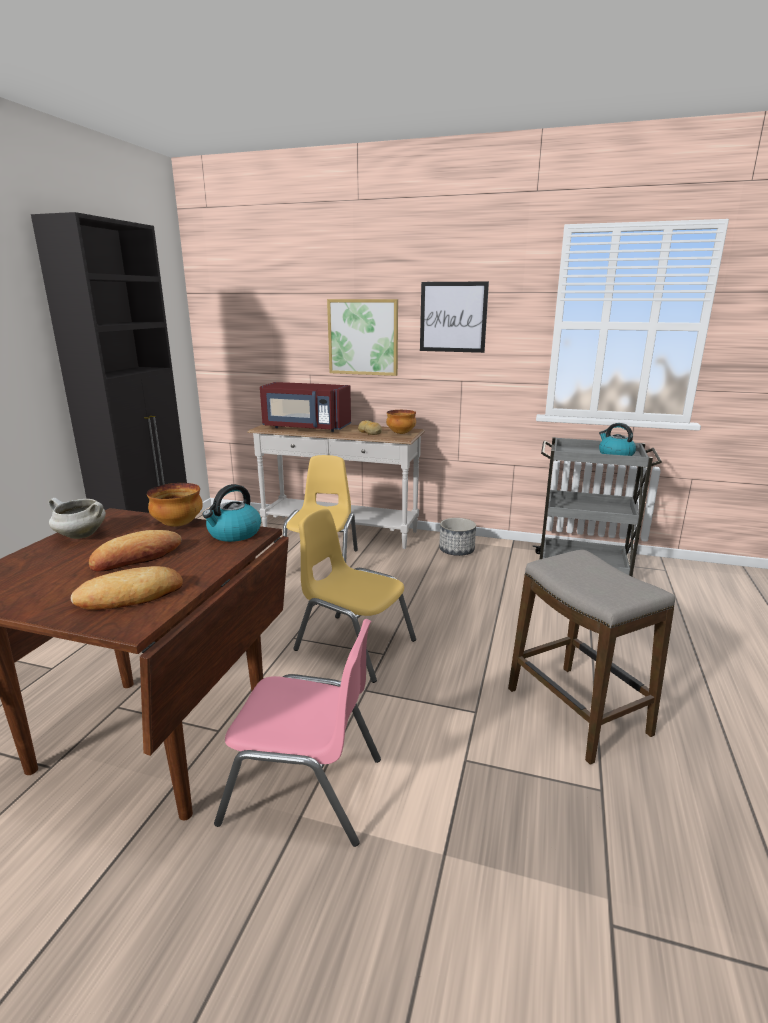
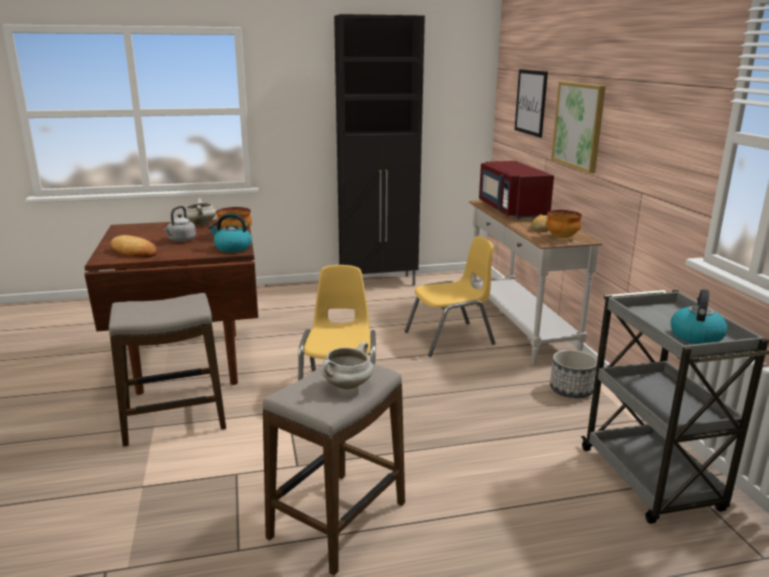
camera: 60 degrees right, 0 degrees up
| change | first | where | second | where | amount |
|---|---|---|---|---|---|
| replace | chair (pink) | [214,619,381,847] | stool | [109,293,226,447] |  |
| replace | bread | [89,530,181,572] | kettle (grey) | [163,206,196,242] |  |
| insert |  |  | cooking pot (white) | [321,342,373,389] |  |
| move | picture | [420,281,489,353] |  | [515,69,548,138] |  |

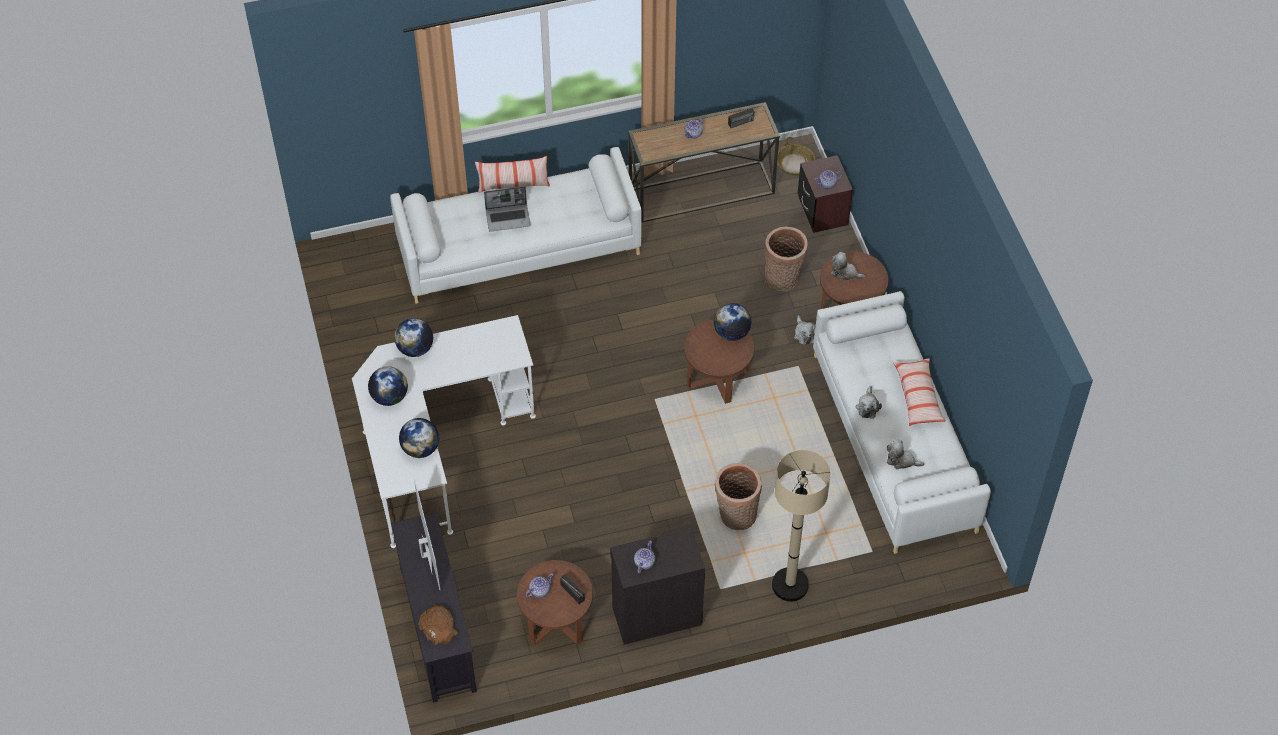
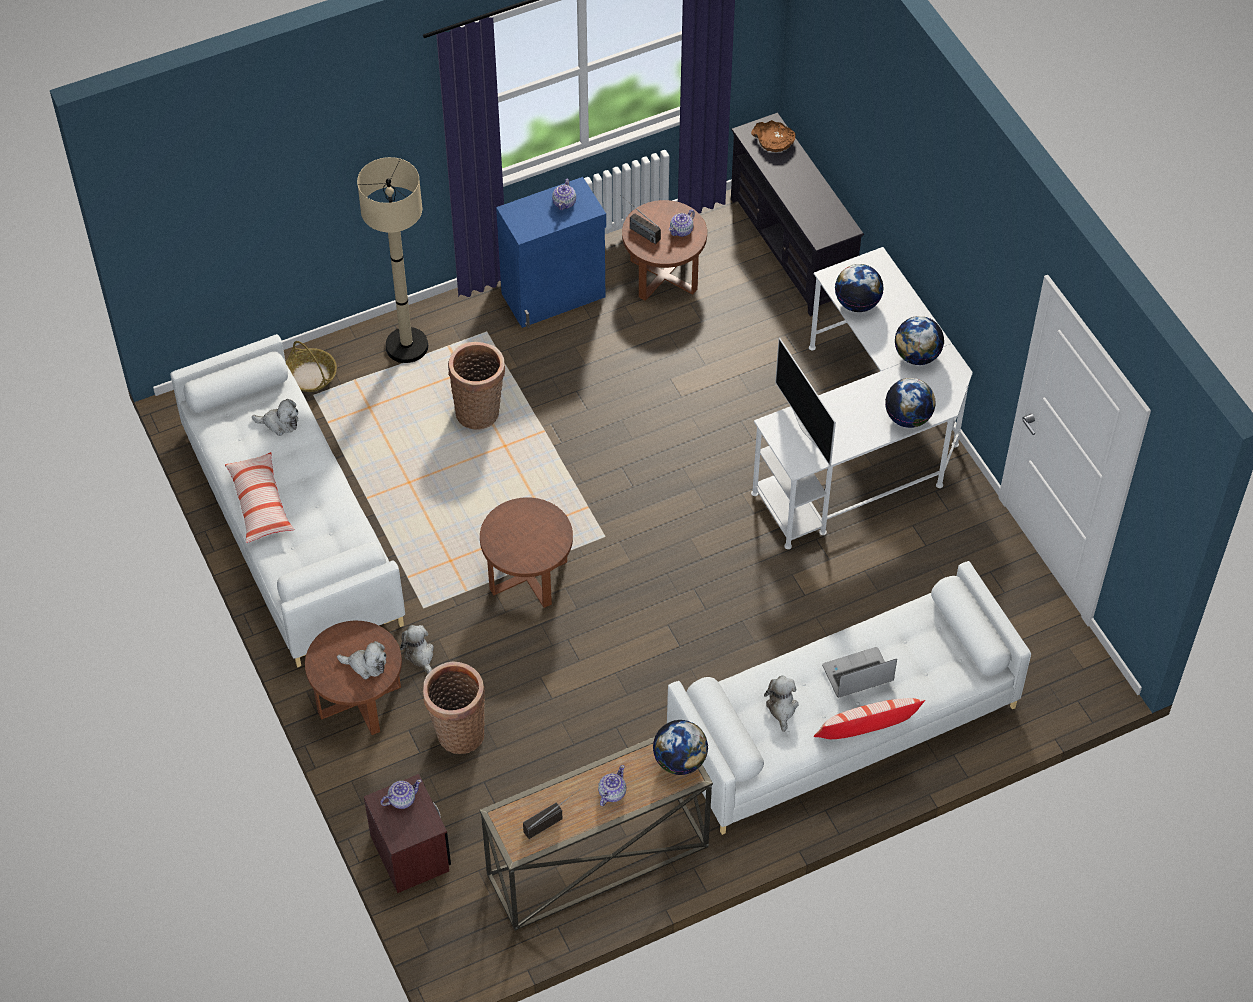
camera: 170 degrees right, 0 degrees up
| change | first | where | second | where | amount |
|---|---|---|---|---|---|
| move | basket | [777,137,815,176] |  | [286,341,337,392] |  |
| recolor | cabinet (black) | [610,528,705,645] | cabinet (blue) | [496,177,606,328] |  |
| move | globe | [714,303,751,341] |  | [653,720,708,775] |  |
| move | plush toy | [855,386,882,419] |  | [764,676,799,732] |  |
| move | television | [414,479,440,590] |  | [775,338,836,466] |  |

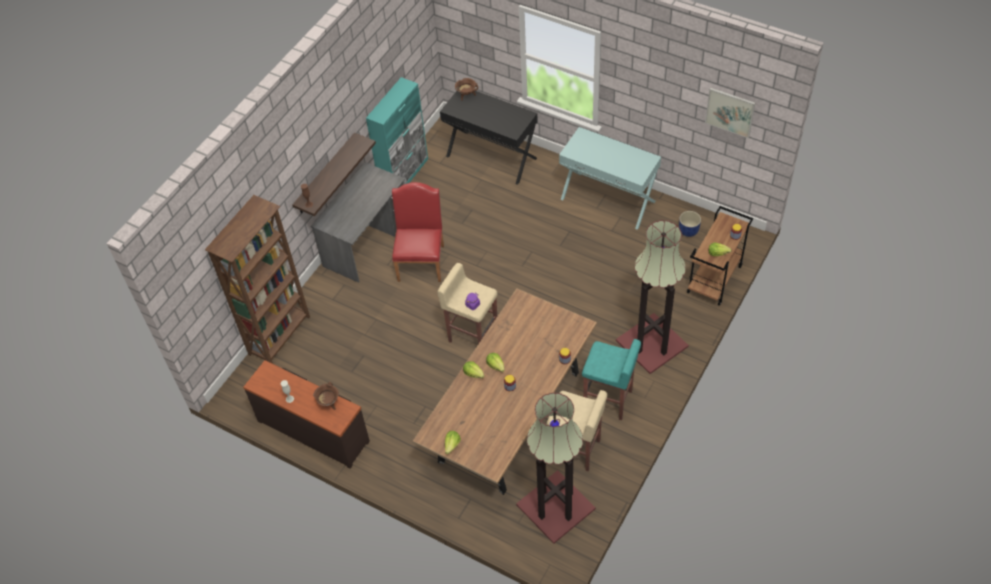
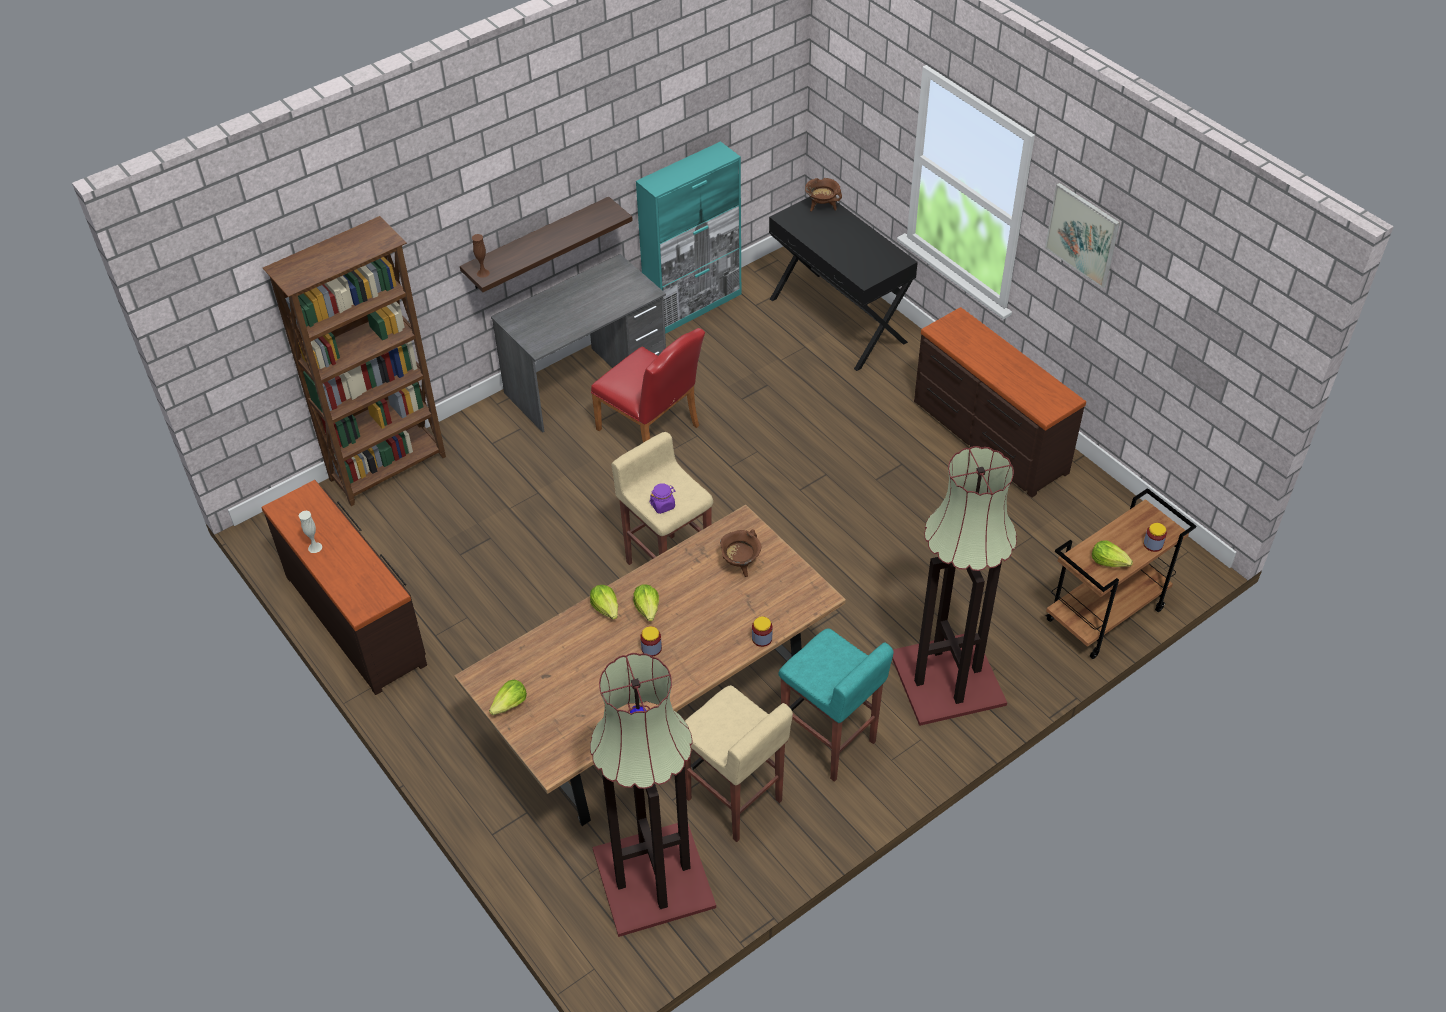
camera: 20 degrees right, 5 degrees down
| change | first | where | second | where | amount |
|---|---|---|---|---|---|
| rotate | chair (red) | [392,182,444,282] |  | [591,328,705,443] | 105 degrees clockwise |
| move | cooking pot (brown) | [313,382,339,410] |  | [720,529,762,577] |  |
| replace | console table (turquoise) | [559,127,661,230] | dresser (brown) | [914,307,1086,498] |  |
| move | picture | [705,88,755,138] |  | [1045,183,1120,288] |  |
| delete | planter (blue) | [679,211,701,237] |  |  |  |

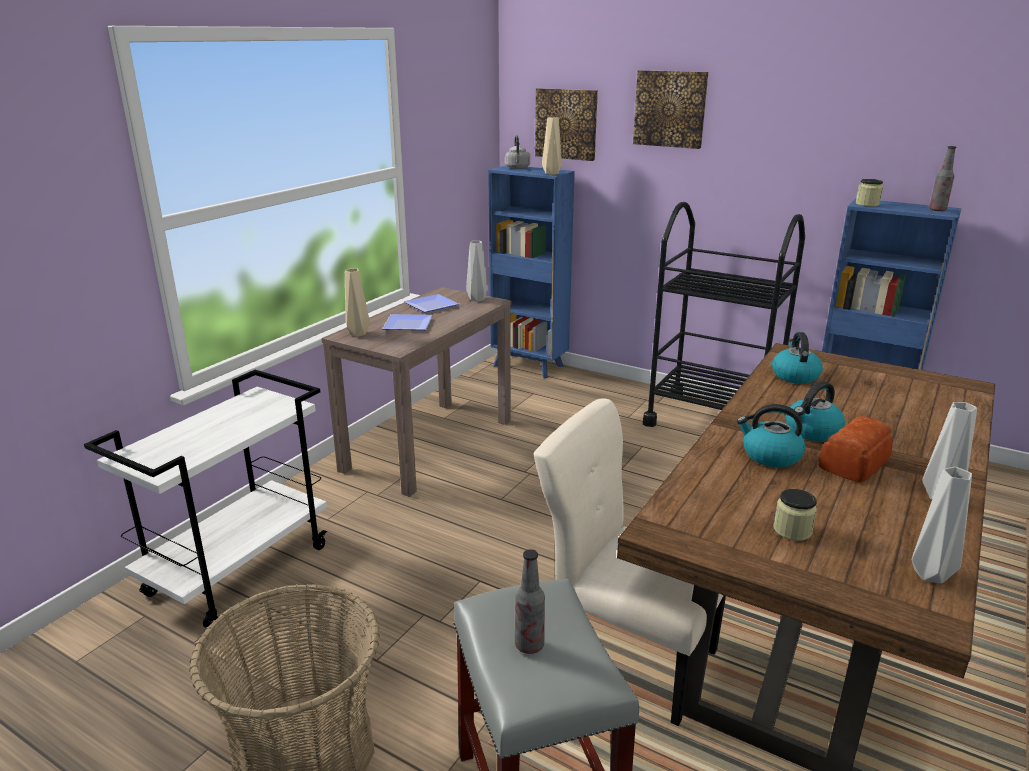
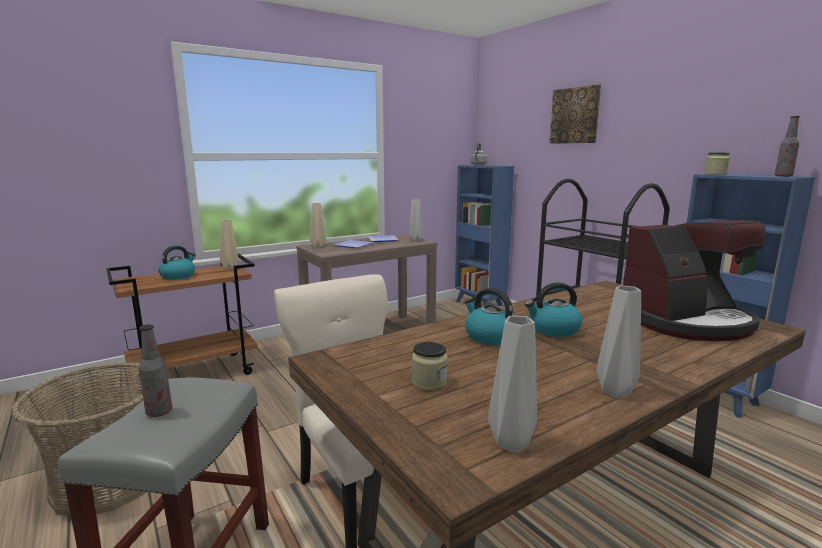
camera: 25 degrees right, 10 degrees down
| change | first | where | second | where | amount |
|---|---|---|---|---|---|
| recolor | cart (white) | [84,370,327,628] | cart (brown) | [106,253,258,377] |  |
| move | kettle | [772,332,823,384] |  | [159,246,195,280] |  |
| move | vase (beige) | [542,117,562,175] |  | [220,220,239,270] |  |
| insert |  |  | coffee machine | [623,220,766,341] |  |
| delete | picture | [535,88,598,161] |  |  |  |
| delete | bread | [819,416,893,482] |  |  |  |

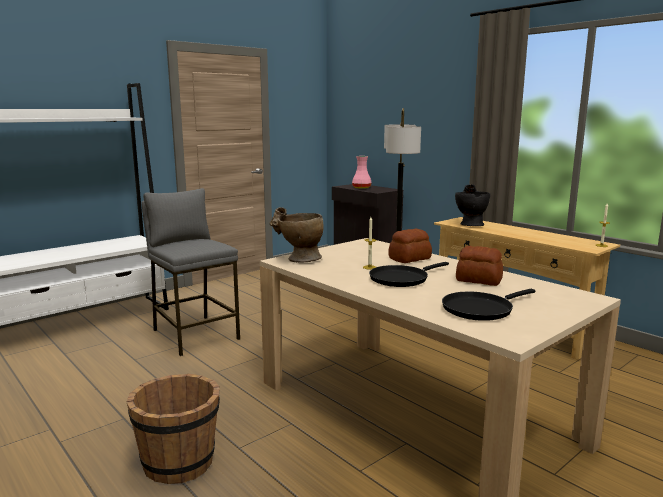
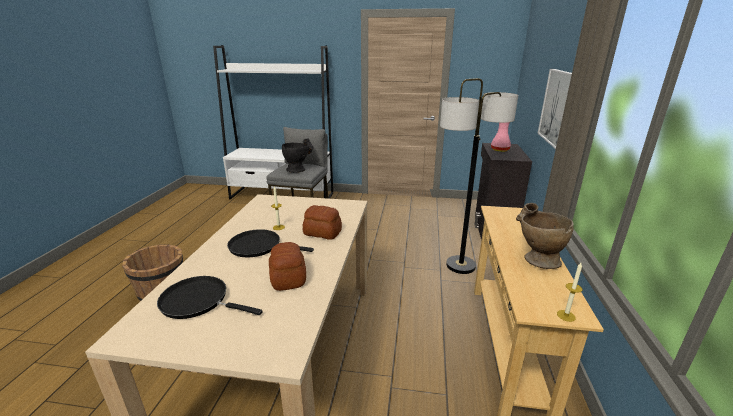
camera: 50 degrees right, 10 degrees up
| change | first | where | second | where | amount |
|---|---|---|---|---|---|
| move | vase (black) | [455,184,490,226] |  | [282,139,314,173] |  |
| move | vase (beige) | [270,207,323,263] |  | [516,203,574,269] |  |
| insert |  |  | picture | [538,69,572,149] |  |

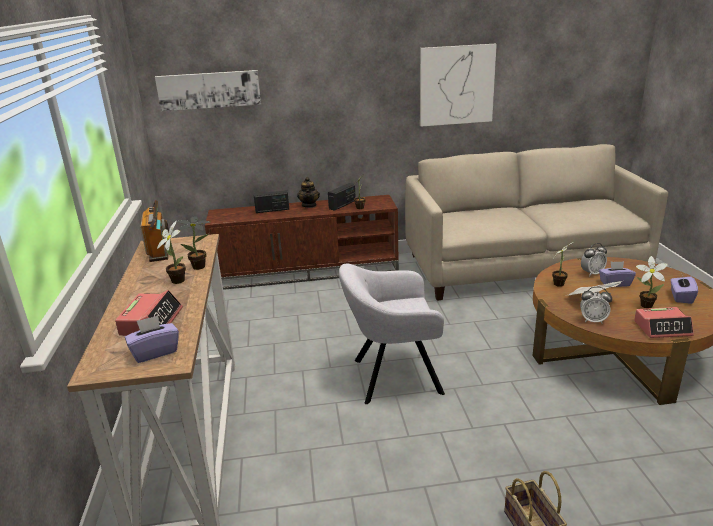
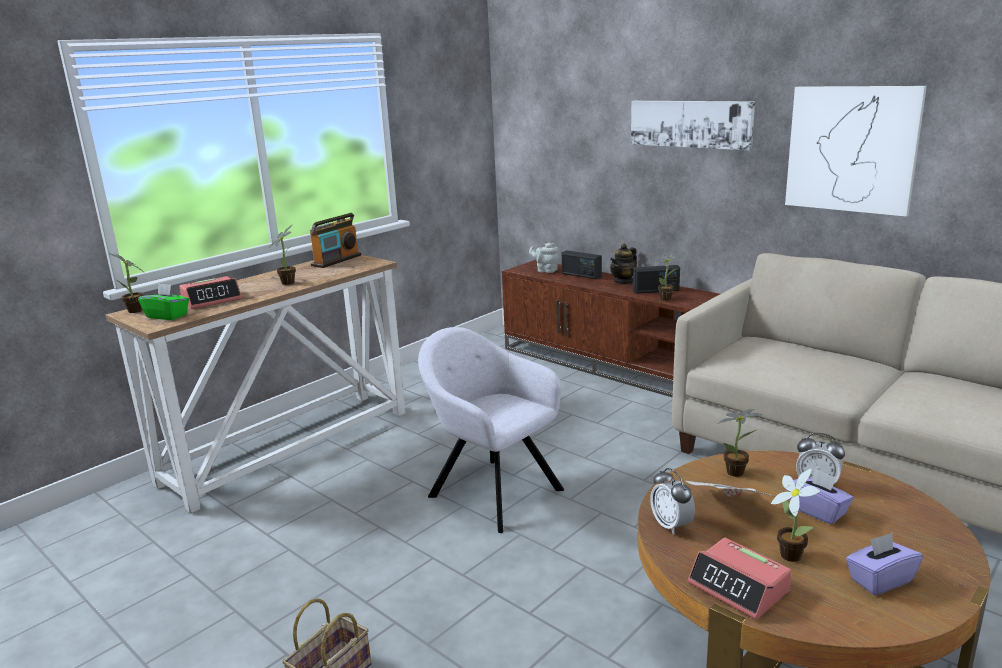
camera: 50 degrees right, 5 degrees down
| change | first | where | second | where | amount |
|---|---|---|---|---|---|
| move | potted plant | [177,216,210,270] |  | [110,254,143,313] |  |
| recolor | tissue box (purple) | [125,315,179,363] | tissue box (green) | [138,283,189,320] |  |
| insert |  |  | teapot (grey) | [529,243,559,273] |  |
| move | picture | [155,70,261,111] |  | [631,101,755,151] |  |

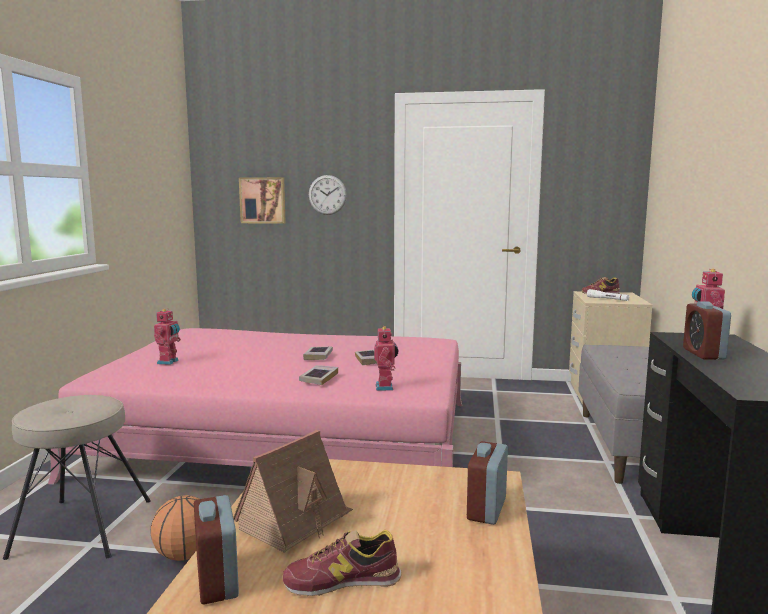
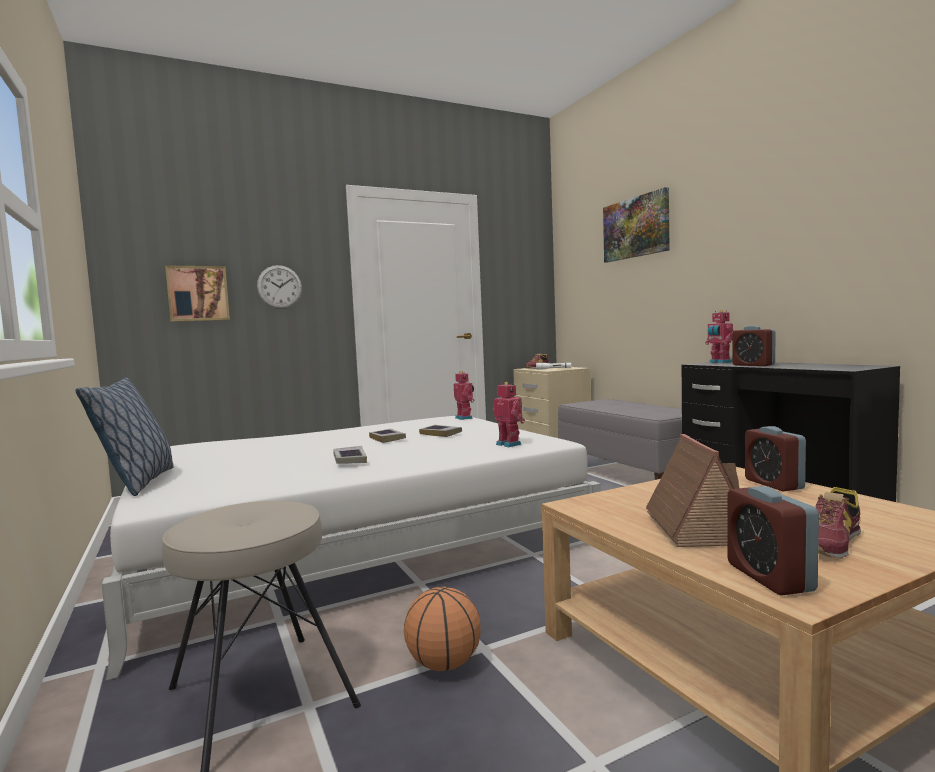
camera: 35 degrees left, 5 degrees down
| change | first | where | second | where | amount |
|---|---|---|---|---|---|
| insert |  |  | pillow | [75,377,174,496] |  |
| recolor | bed (pink) | [48,328,462,485] | bed (white) | [102,416,601,681] |  |
| move | book | [299,365,338,385] |  | [333,446,367,464] |  |
| move | toy robot | [154,309,181,365] |  | [454,371,475,420] |  |
| insert |  |  | picture | [603,187,669,263] |  |
| rotate | alarm clock | [194,495,239,605] |  | [727,486,819,595] | 45 degrees clockwise |

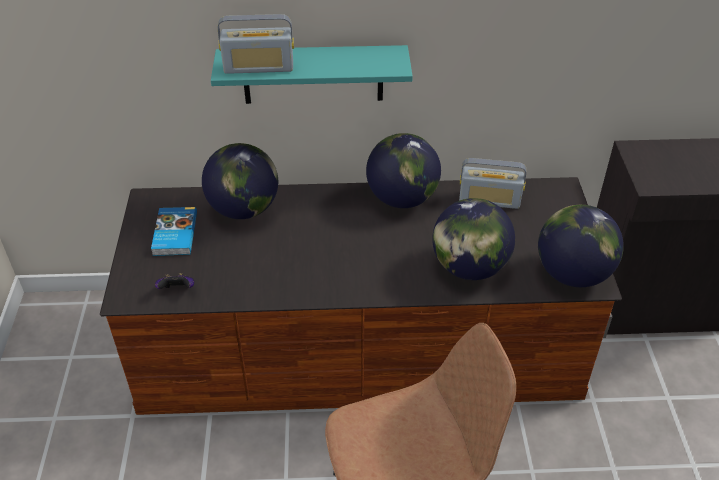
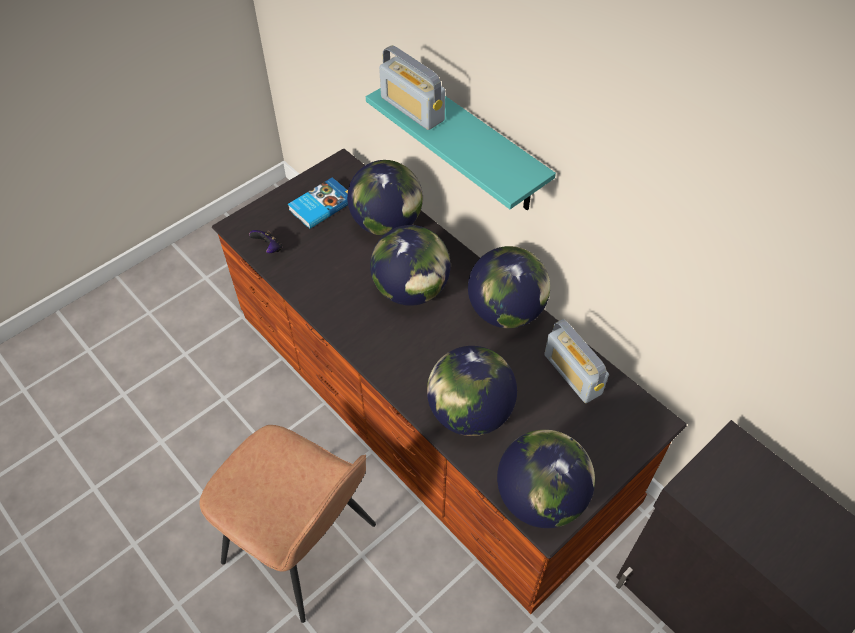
camera: 50 degrees right, 10 degrees up
| change | first | where | second | where | amount |
|---|---|---|---|---|---|
| insert |  |  | globe | [370,225,451,306] |  |

